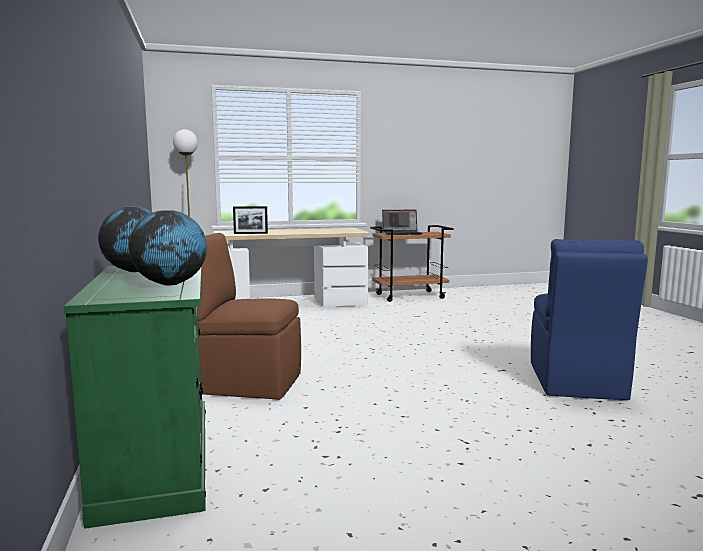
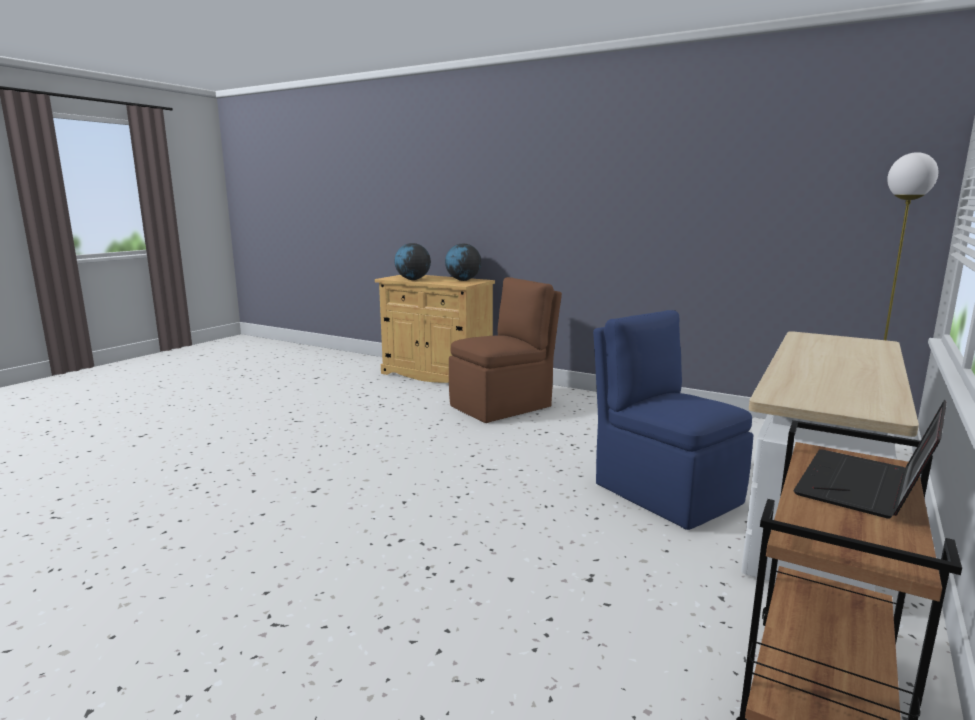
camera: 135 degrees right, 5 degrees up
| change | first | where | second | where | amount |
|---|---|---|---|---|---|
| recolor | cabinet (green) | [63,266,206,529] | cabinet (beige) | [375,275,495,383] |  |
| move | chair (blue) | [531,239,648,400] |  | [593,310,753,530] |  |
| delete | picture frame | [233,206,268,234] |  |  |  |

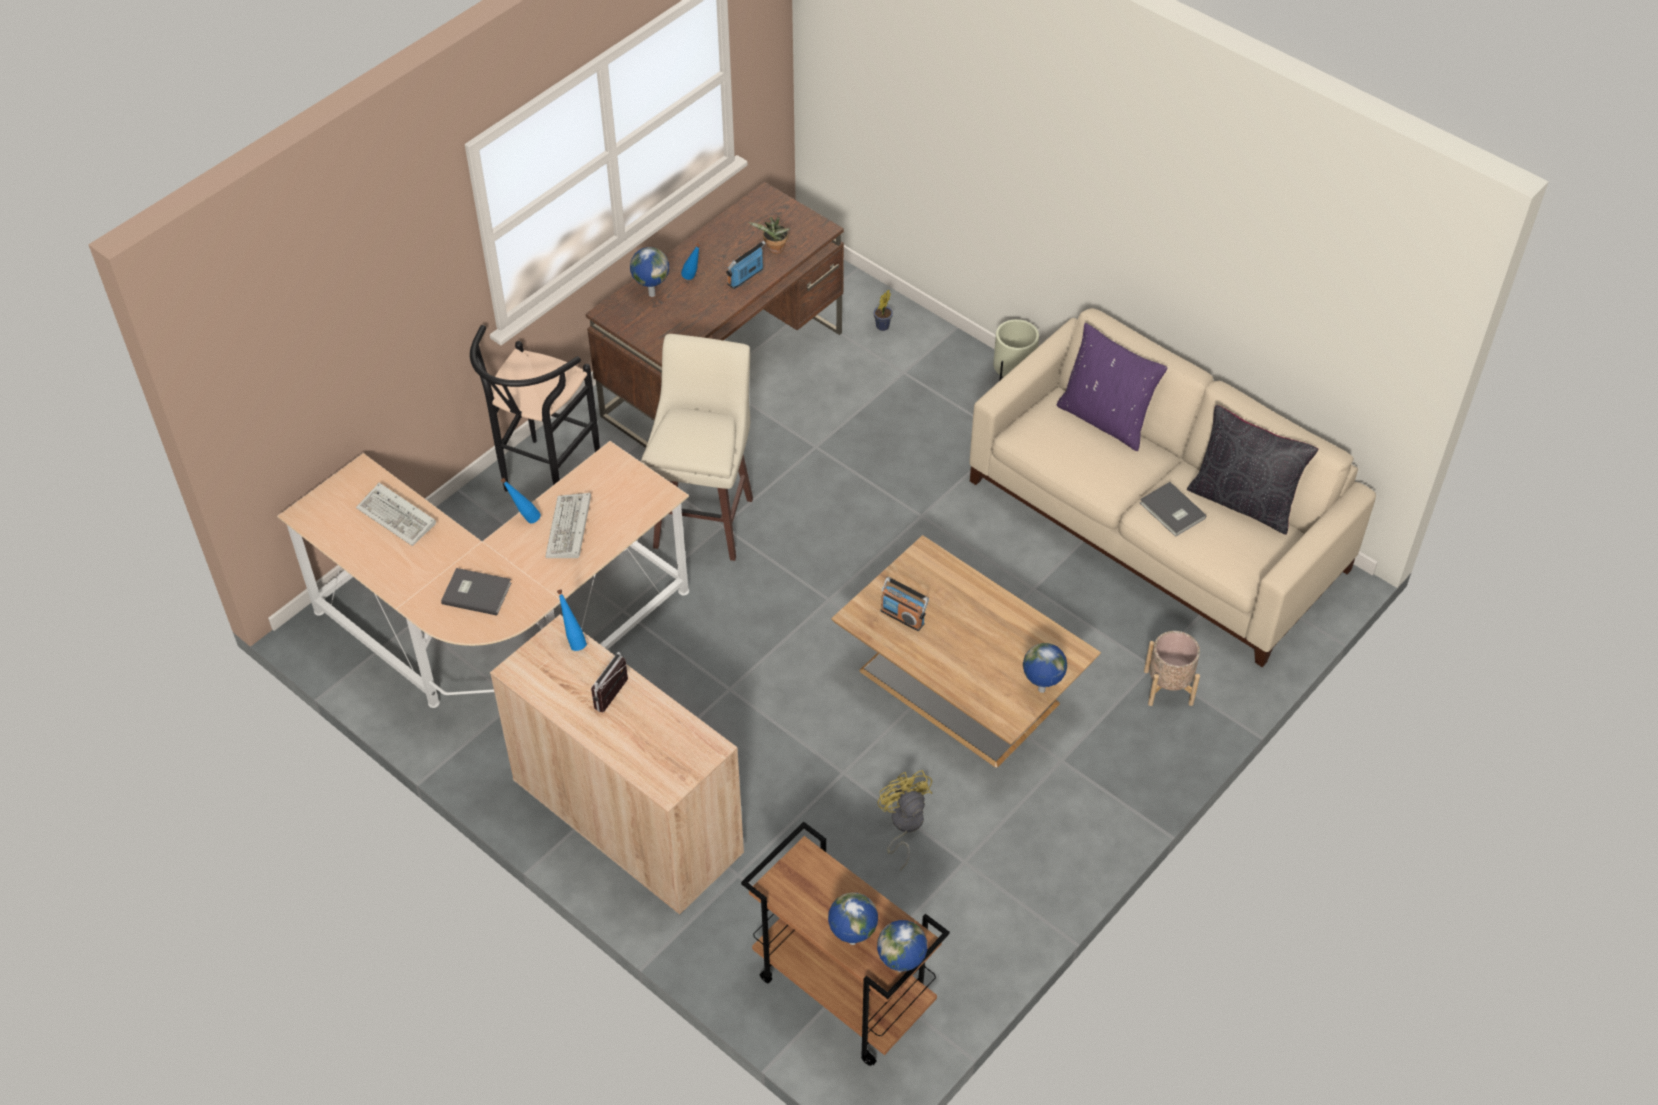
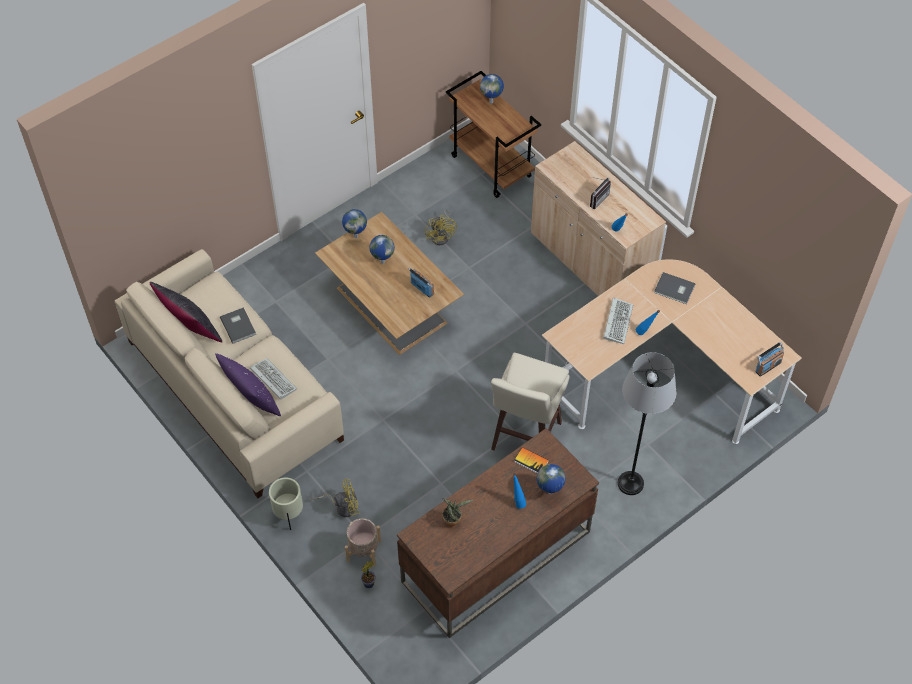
camera: 170 degrees left, 5 degrees up
| change | first | where | second | where | amount |
|---|---|---|---|---|---|
| move | keyboard | [356,483,436,546] |  | [250,358,297,400] |  |
| insert |  |  | fan (yellow) | [311,479,359,517] |  |
| move | planter (beige) | [1144,631,1200,706] |  | [345,518,381,566] |  |
| move | globe | [877,920,927,972] |  | [369,235,395,264] |  |
| insert |  |  | book | [514,447,549,473] |  |
| replace | stool (black) | [470,325,600,492] | floor lamp (grey) | [618,352,676,495] |  |
| move | radio | [726,241,766,289] |  | [755,342,784,377] |  |

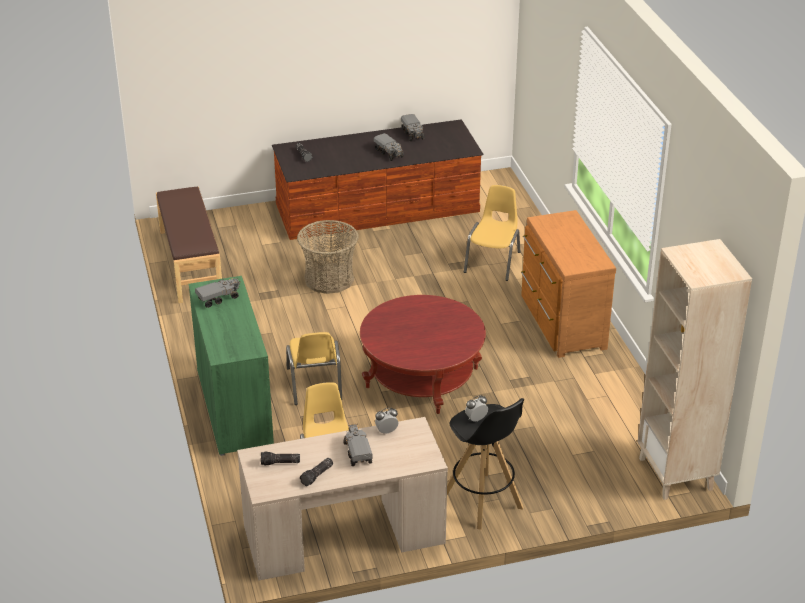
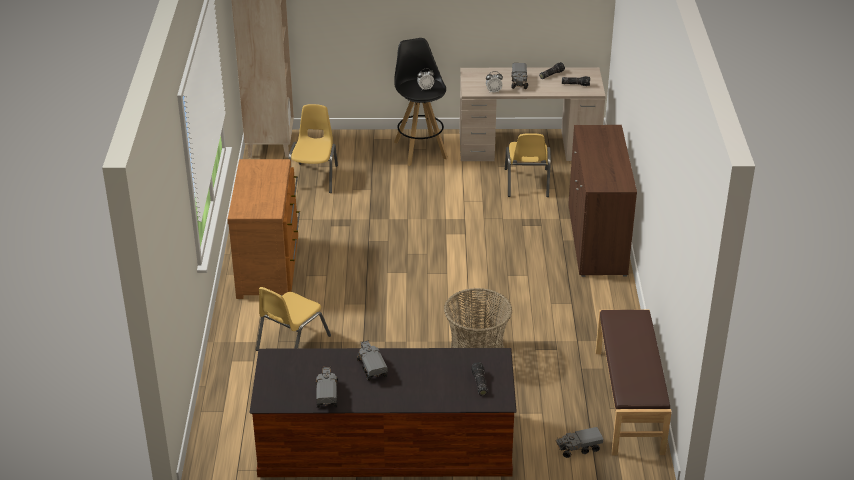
camera: 165 degrees left, 0 degrees up
| change | first | where | second | where | amount |
|---|---|---|---|---|---|
| move | chair (yellow) | [286,332,342,405] |  | [288,104,338,193] |  |
| move | toy truck | [195,278,240,308] |  | [555,427,603,458] |  |
| recolor | cabinet (green) | [188,276,274,456] | cabinet (brown) | [568,125,637,277] |  |
| delete | coffee table (red) | [360,295,486,414] |  |  |  |

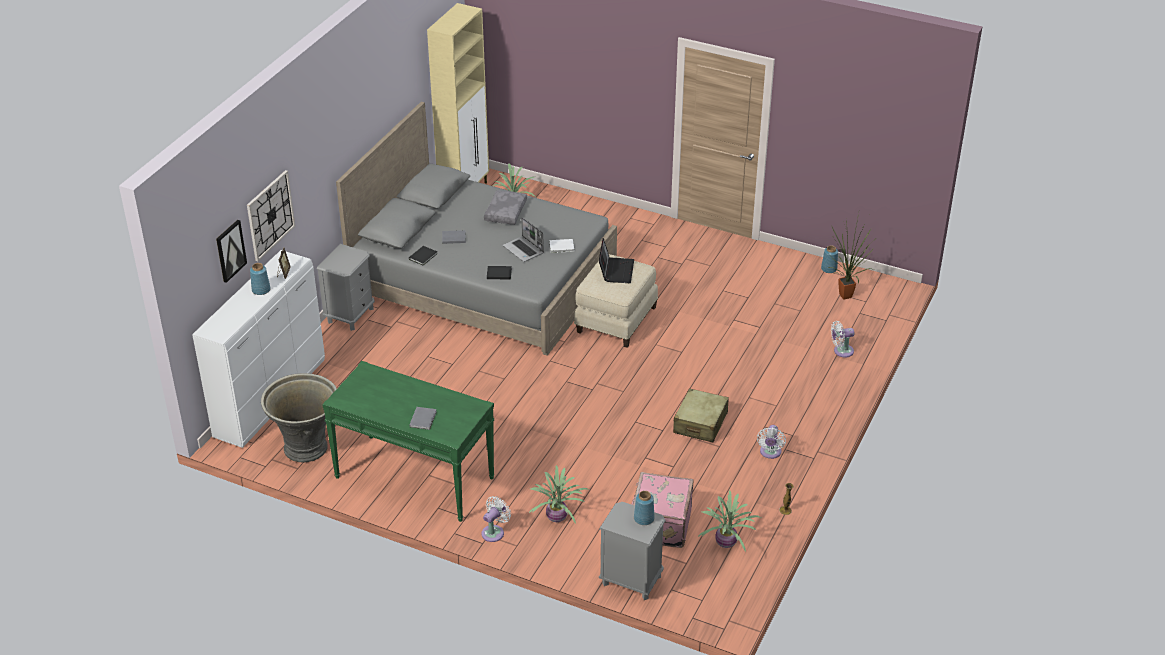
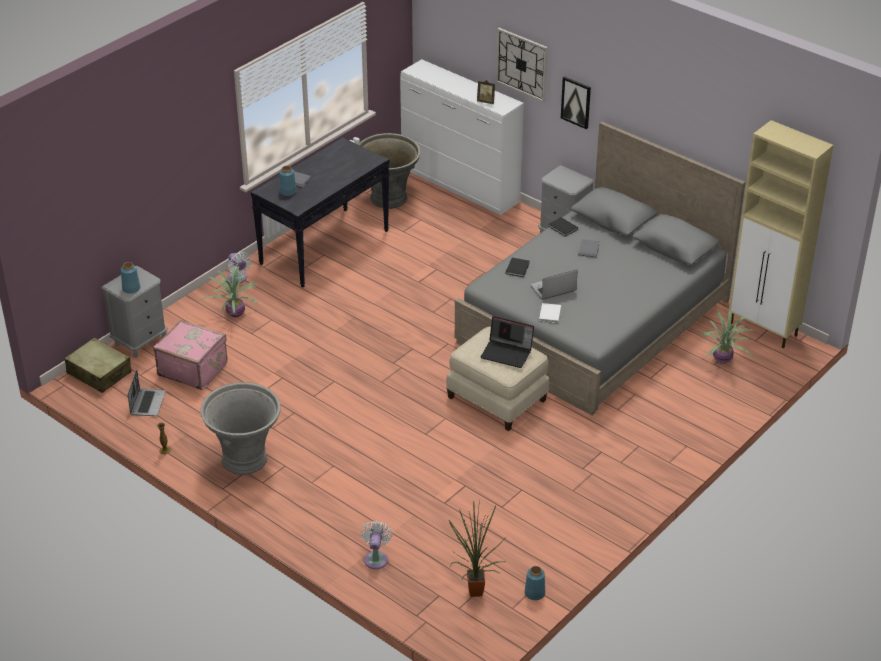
camera: 105 degrees right, 0 degrees up
| change | first | where | second | where | amount |
|---|---|---|---|---|---|
| move | suitcase (beige) | [673,388,729,442] |  | [65,337,132,393] |  |
| replace | potted plant | [698,490,761,552] | laptop | [127,370,166,416] |  |
| replace | fan (white) | [757,425,786,459] | planter (grey) | [200,382,281,475] |  |
| recolor | console table (green) | [322,361,495,522] | console table (black) | [251,137,390,287] |  |
| move | vase (blue) | [250,263,271,295] |  | [279,166,297,196] |  |
| move | picture | [216,220,247,283] |  | [561,76,591,129] |  |
| delete | pillow (grey) | [484,190,527,225] |  |  |  |

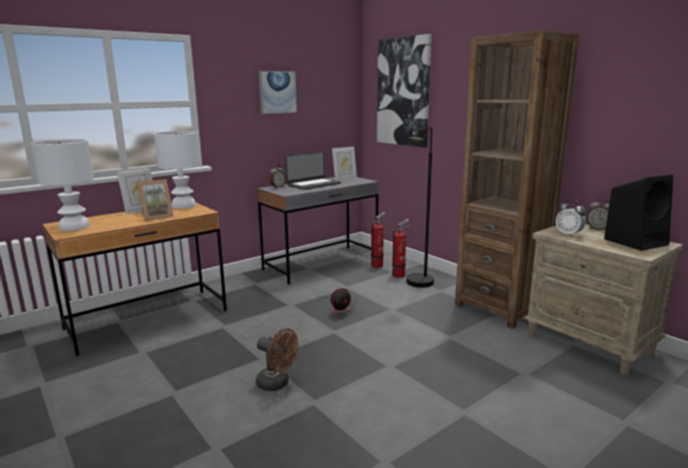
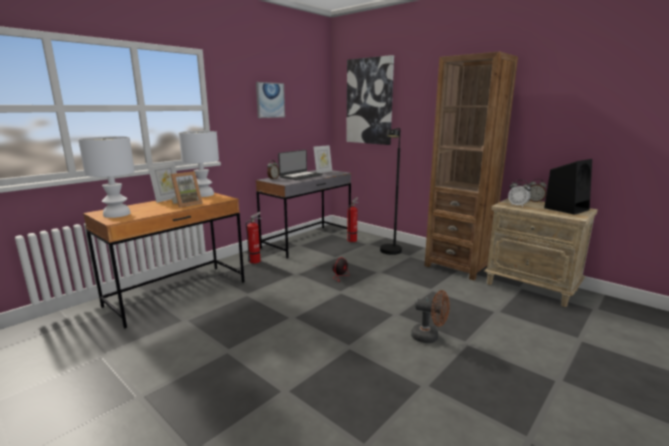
camera: 10 degrees left, 0 degrees up
| change | first | where | second | where | amount |
|---|---|---|---|---|---|
| move | fire extinguisher | [392,219,410,278] |  | [246,212,262,264] |  |
| move | fan (brown) | [256,328,298,391] |  | [411,290,450,343] |  |

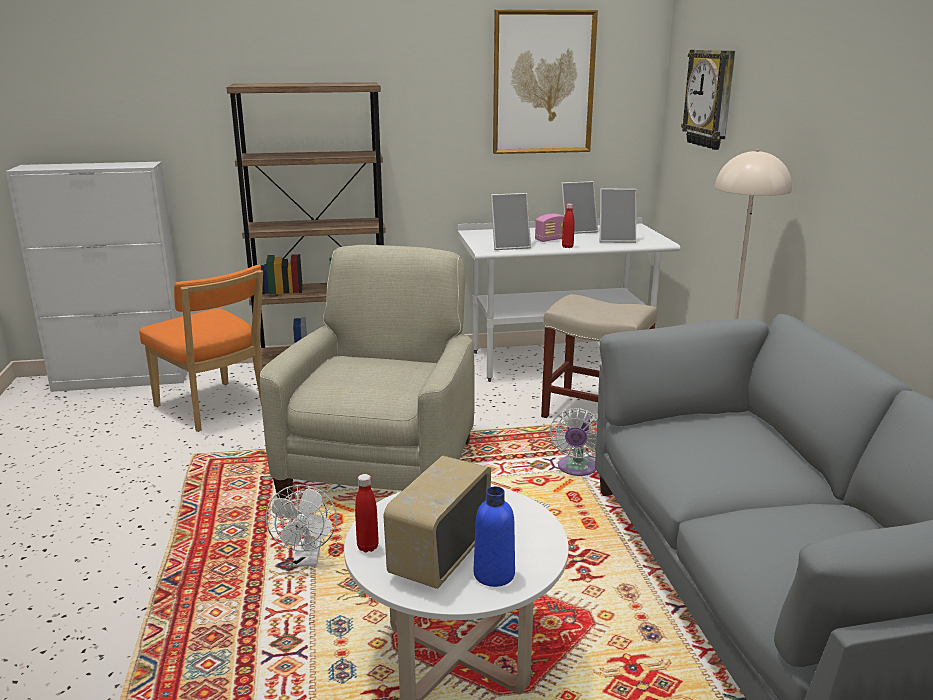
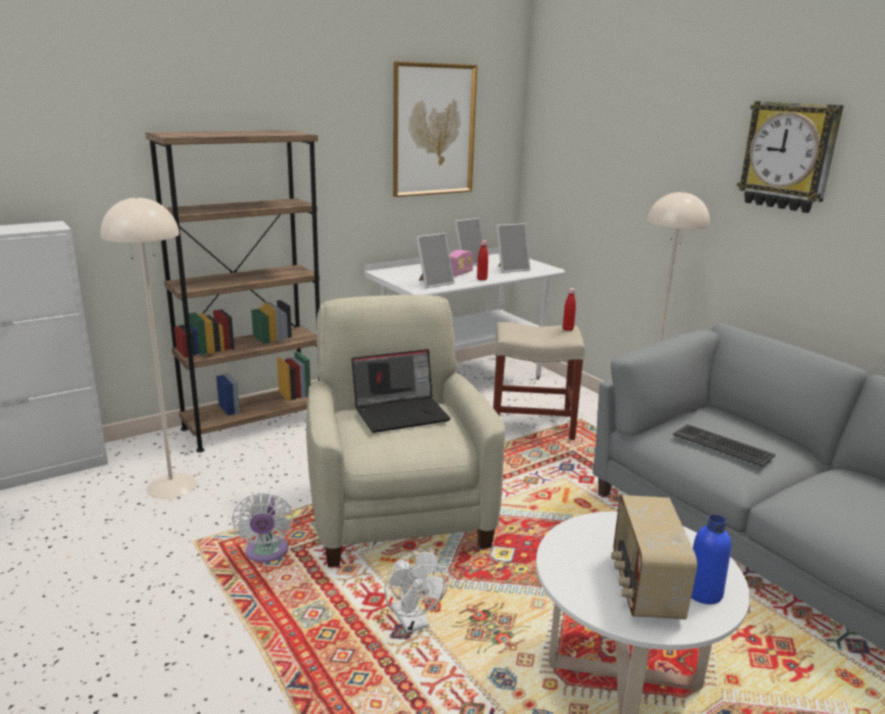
camera: 25 degrees left, 0 degrees up
| change | first | where | second | where | amount |
|---|---|---|---|---|---|
| replace | chair (orange) | [139,265,263,432] | floor lamp (beige) | [101,196,196,499] |  |
| move | fan (white) | [550,408,597,476] |  | [232,492,293,562] |  |
| insert |  |  | laptop | [351,349,451,433] |  |
| move | bottle (red) | [355,474,379,552] |  | [563,288,576,331] |  |
| insert |  |  | keyboard | [673,424,775,467] |  |
| move | wall clock | [681,50,735,150] |  | [737,101,844,213] |  |

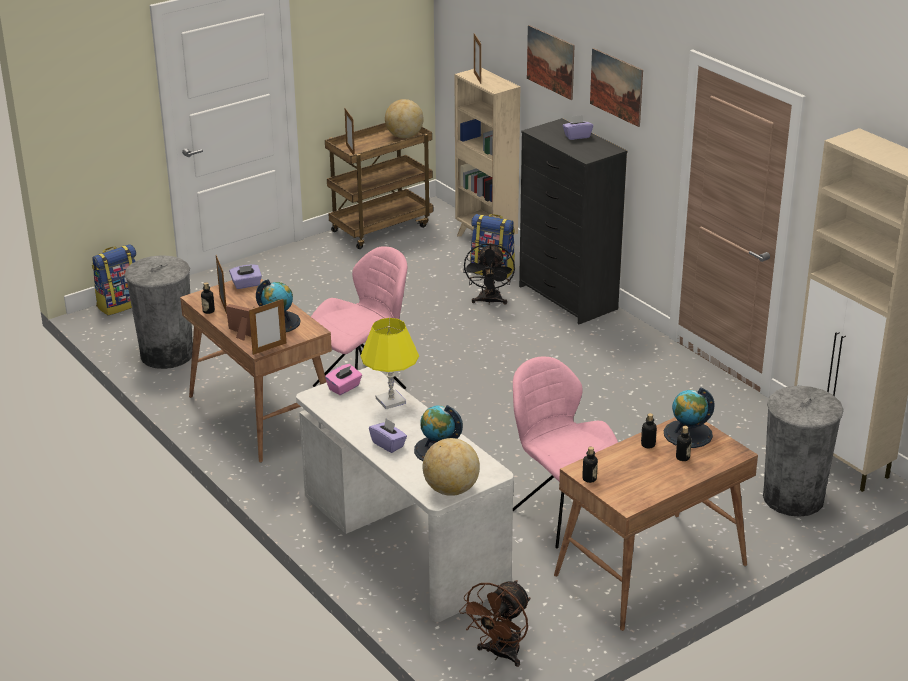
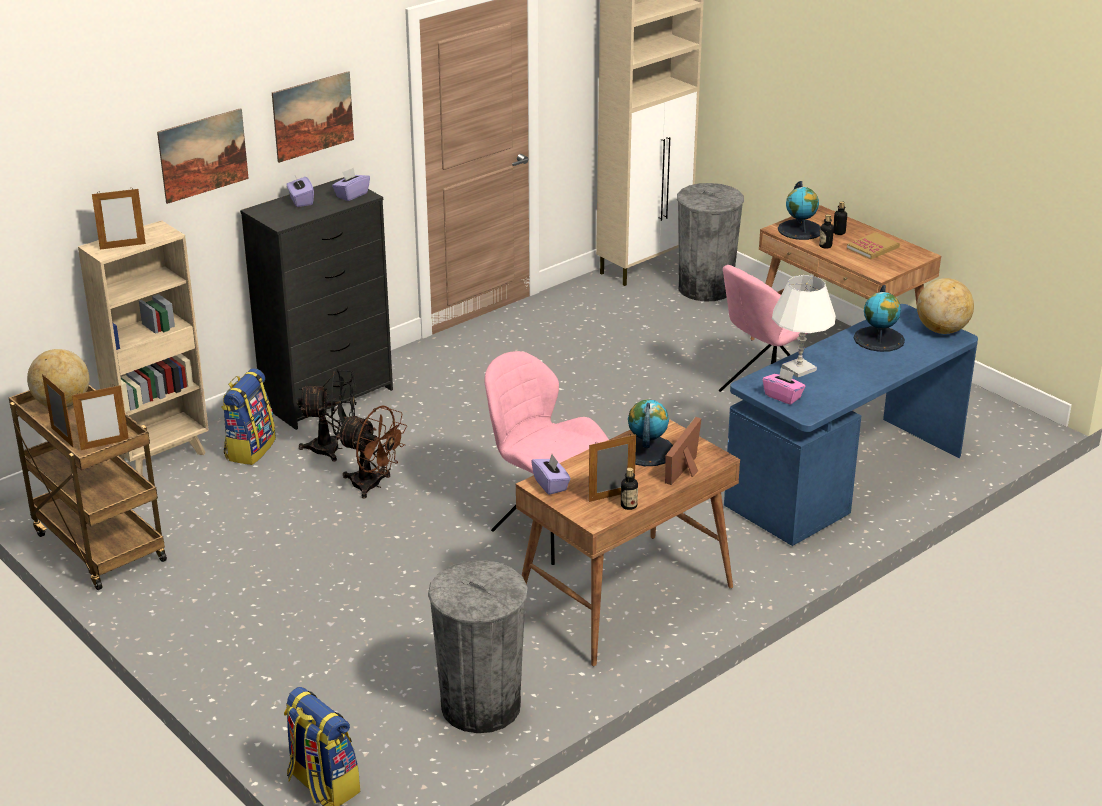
camera: 95 degrees left, 0 degrees up
| change | first | where | second | where | amount |
|---|---|---|---|---|---|
| move | picture frame | [249,299,286,355] |  | [42,374,74,447] |  |
| move | tissue box (purple) | [369,418,407,453] |  | [332,167,370,201] |  |
| move | fan (brown) | [459,580,531,667] |  | [336,406,407,499] |  |
| recolor | desk (white) | [296,367,513,622] | desk (blue) | [724,304,978,546] |  |
| recolor | table lamp (yellow) | [361,318,419,409] | table lamp (white) | [772,275,836,377] |  |
| insert |  |  | book | [847,232,900,259] |  |
| delete | bottle | [582,447,598,483] |  |  |  |

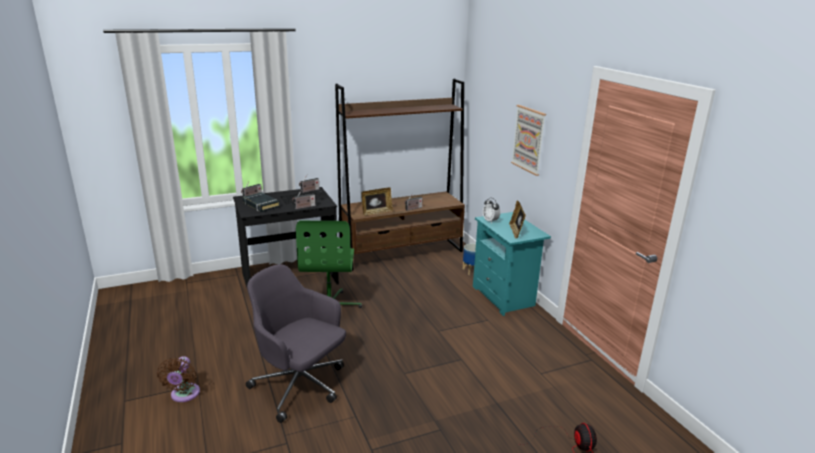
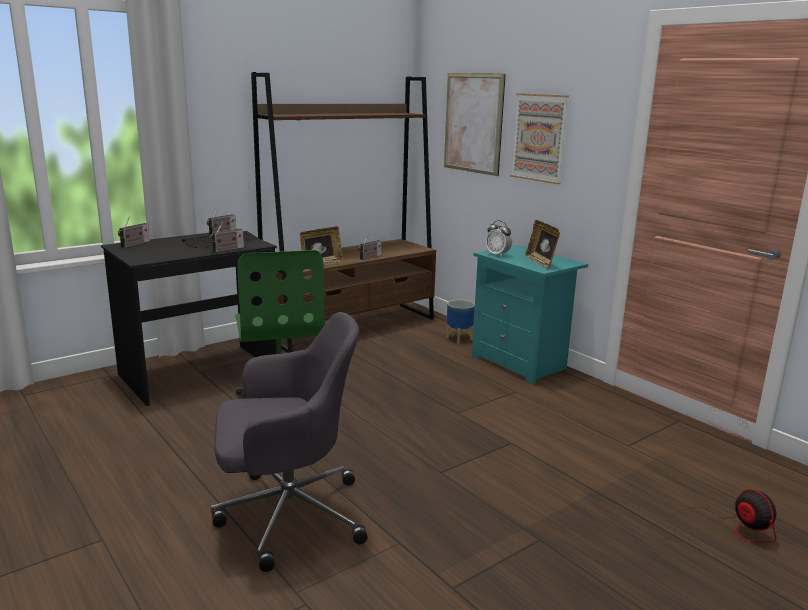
camera: 15 degrees left, 5 degrees down
| change | first | where | second | where | amount |
|---|---|---|---|---|---|
| rotate | office chair (grey) | [246,264,346,423] |  | [211,312,367,572] | 150 degrees clockwise |
| insert |  |  | picture | [444,73,506,176] |  |
| delete | fan (brown) | [157,356,200,402] |  |  |  |
| delete | book (black) | [243,192,280,212] |  |  |  |

